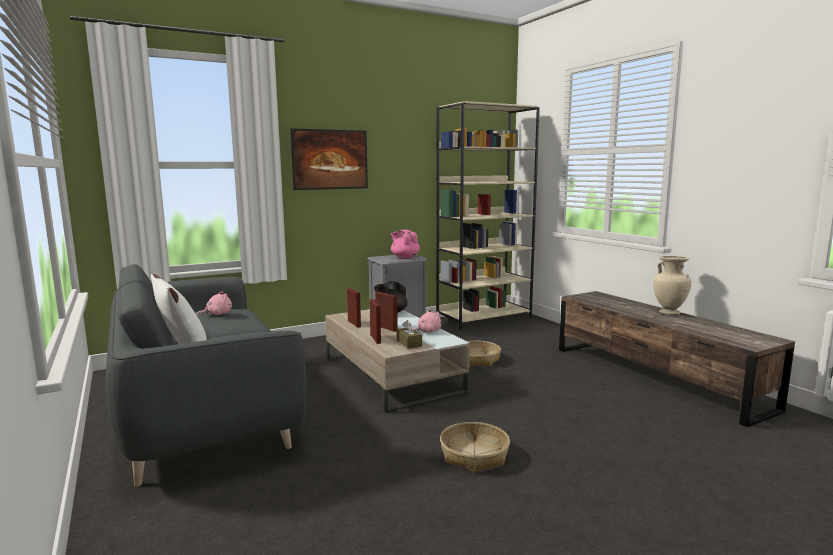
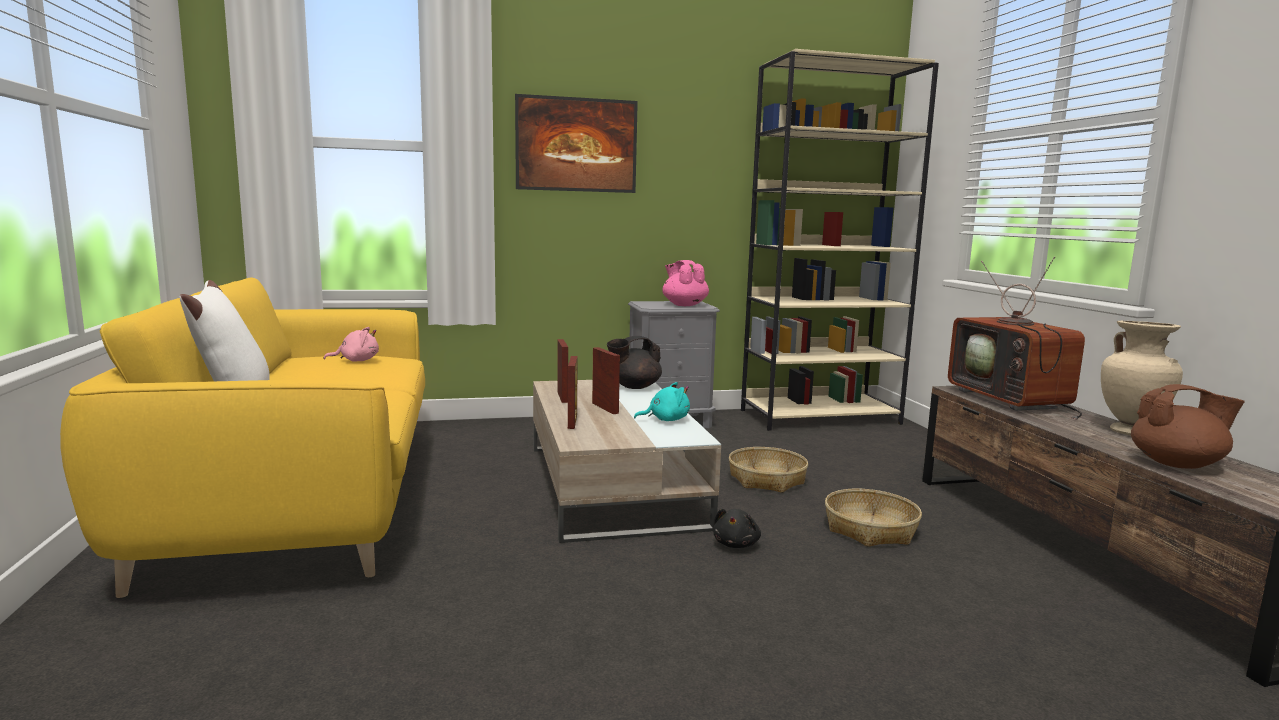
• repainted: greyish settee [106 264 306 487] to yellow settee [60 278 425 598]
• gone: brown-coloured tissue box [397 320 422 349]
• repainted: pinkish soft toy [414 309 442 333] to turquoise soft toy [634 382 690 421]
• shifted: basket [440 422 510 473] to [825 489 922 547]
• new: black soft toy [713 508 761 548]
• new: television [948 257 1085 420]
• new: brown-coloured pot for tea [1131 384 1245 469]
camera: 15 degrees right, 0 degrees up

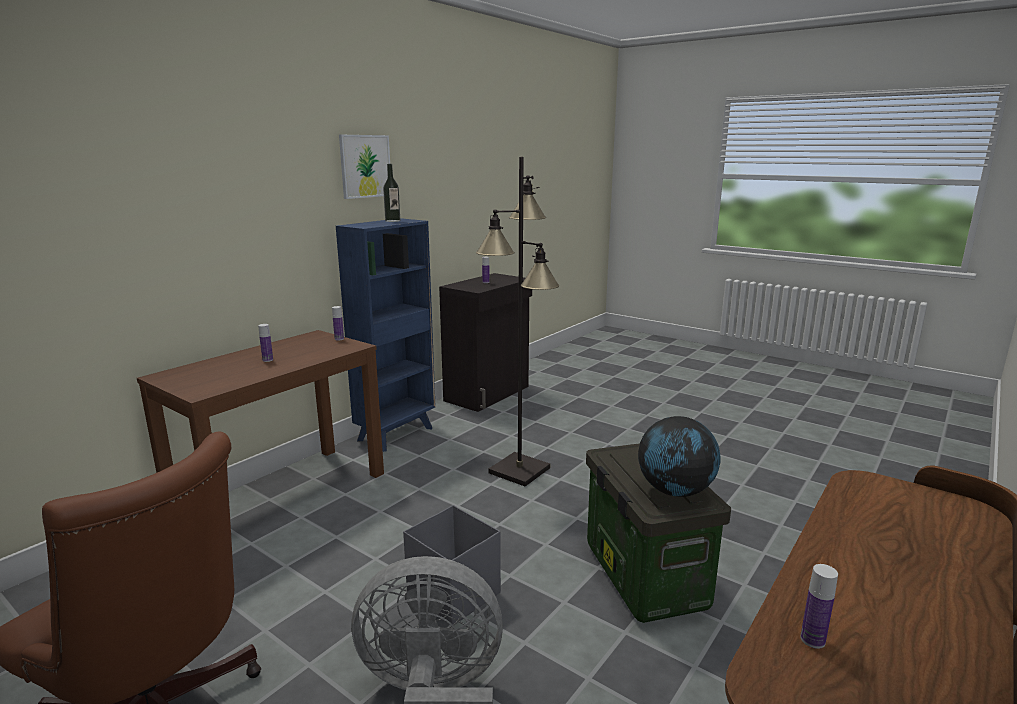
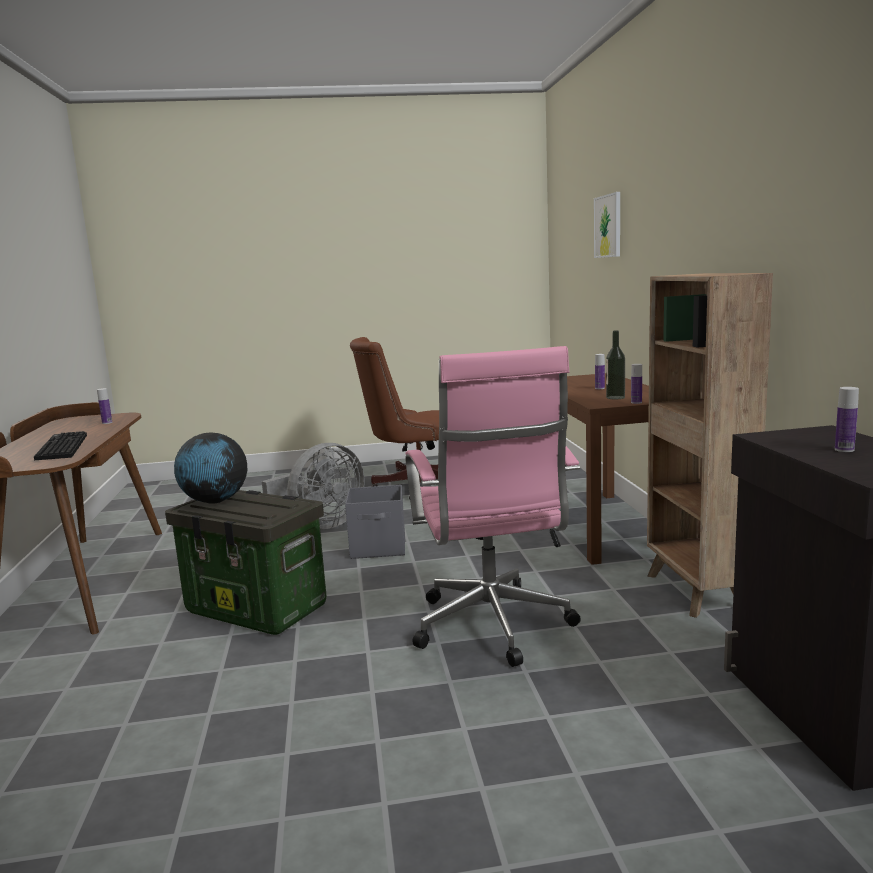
• repainted: blue-coloured bookcase [336 218 436 452] to brown-coloured bookcase [647 273 773 618]
• shifted: picture [339 135 390 199] to [594 192 620 258]
• shifted: drink bottle [383 164 400 222] to [606 330 625 399]
• swapped: black standing lamp [476 157 560 486] to pinkish office chair [405 346 581 667]
• new: PC keyboard [34 431 87 460]
camera: 135 degrees right, 5 degrees down

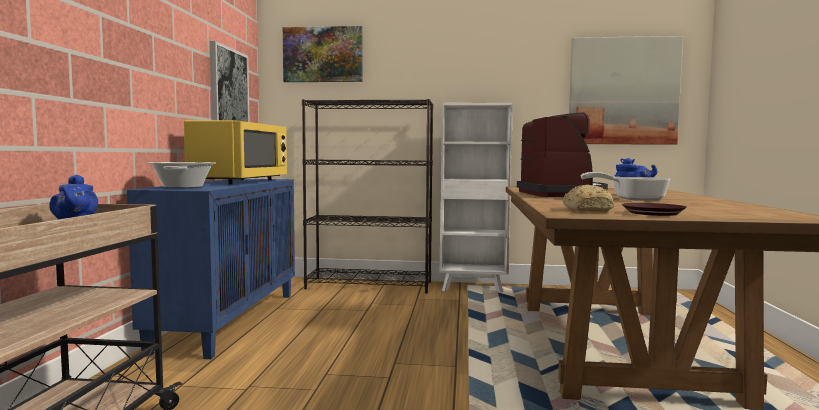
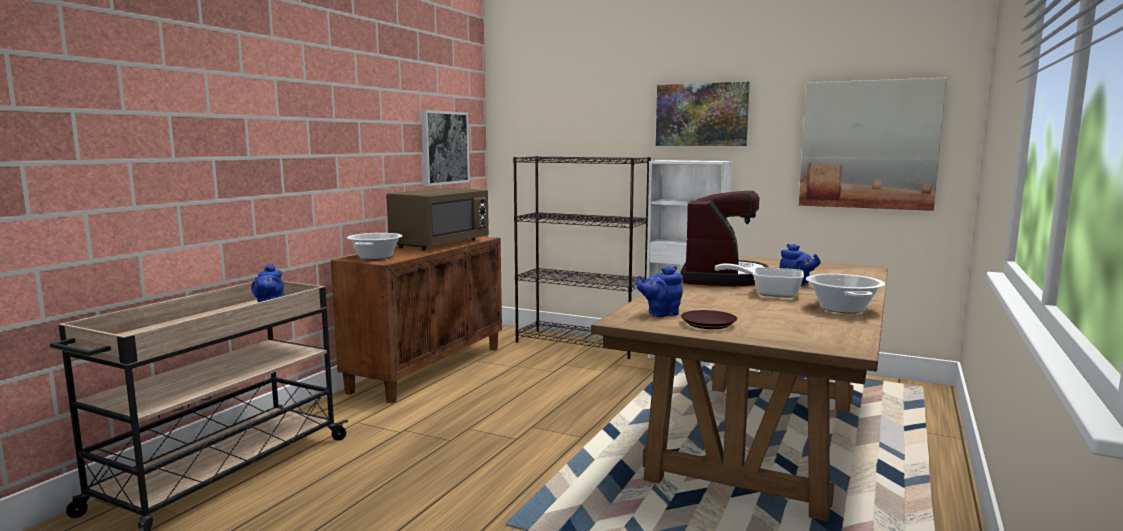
• repainted: blue-coloured storage cabinet [127 179 295 359] to brown-coloured storage cabinet [331 236 502 403]
• repainted: yellow kitchen microwave [184 120 287 184] to brown-coloured kitchen microwave [386 188 489 251]
• shifted: picture [283 26 363 82] to [656 81 750 146]
• swapped: baked bread [562 184 614 212] to blue-coloured pot for tea [636 266 683 317]
• new: cooking pot [806 274 885 313]
camera: 20 degrees right, 5 degrees up

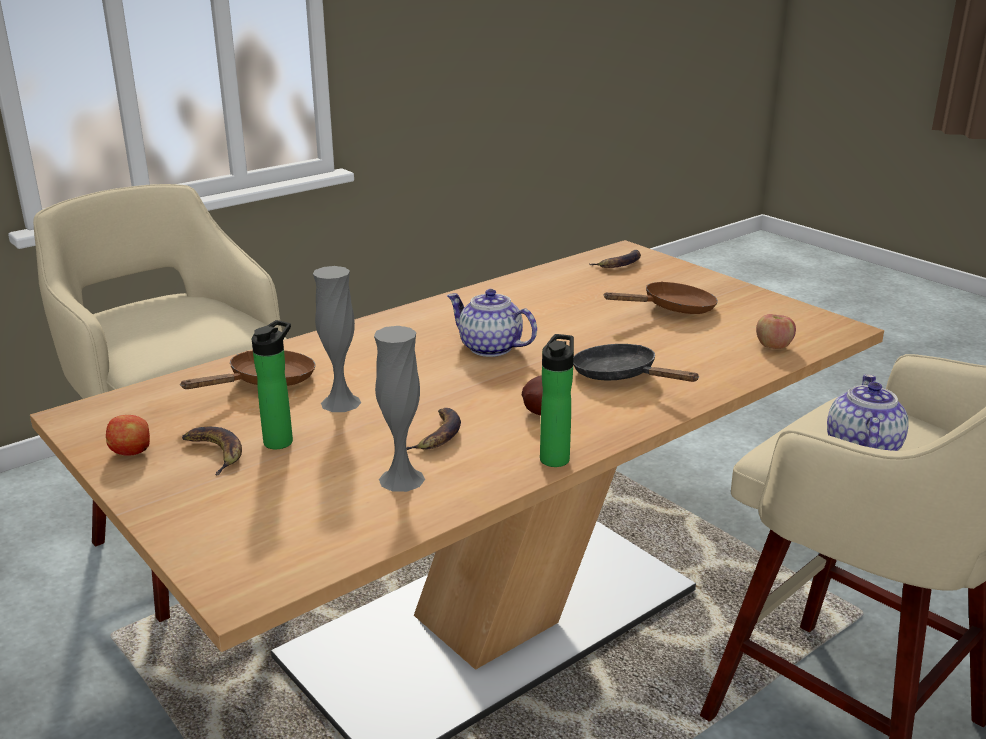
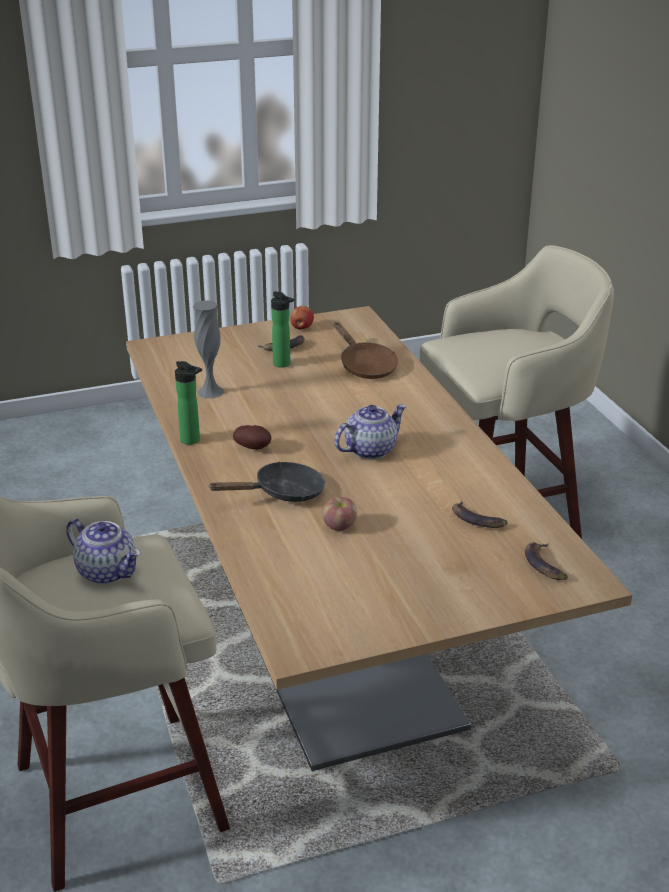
• gone: greyish flower vase [313 266 361 412]
• shifted: banana [406 408 461 450] to [452 501 508 528]
• gone: brown-coloured frying pan [603 281 718 314]
• shifted: whole apple [756 314 796 349] to [322 497 357 531]
camera: 110 degrees right, 5 degrees up

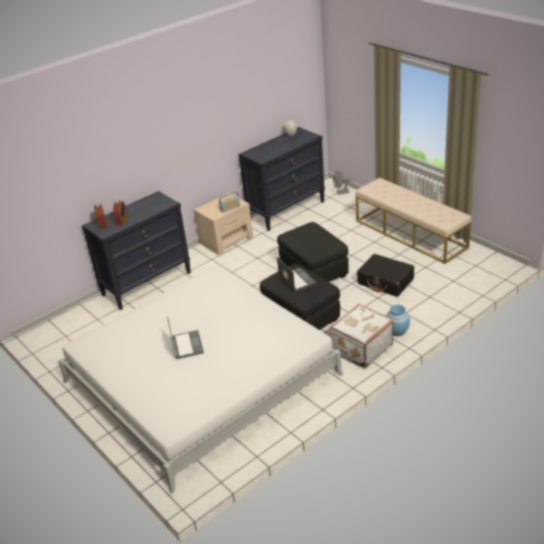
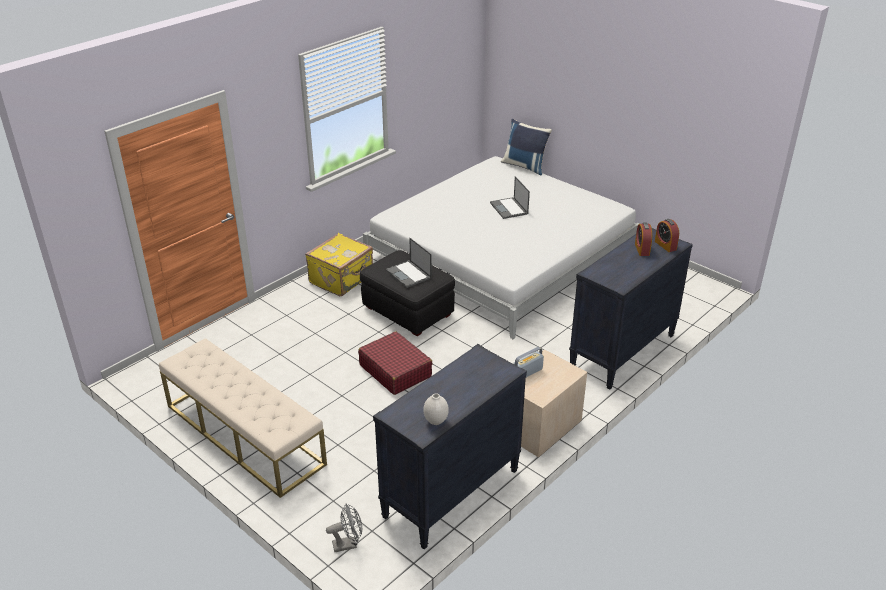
• swapped: black pouffe [277 222 349 282] to red suitcase [358 331 433 395]
• repainted: white suitcase [330 304 394 369] to yellow suitcase [305 233 373 296]
• gone: black suitcase [357 254 414 297]
• gone: blue-coloured flower vase [386 305 410 336]
• new: blue-coloured pillow [501 119 552 175]
camera: 170 degrees right, 0 degrees up

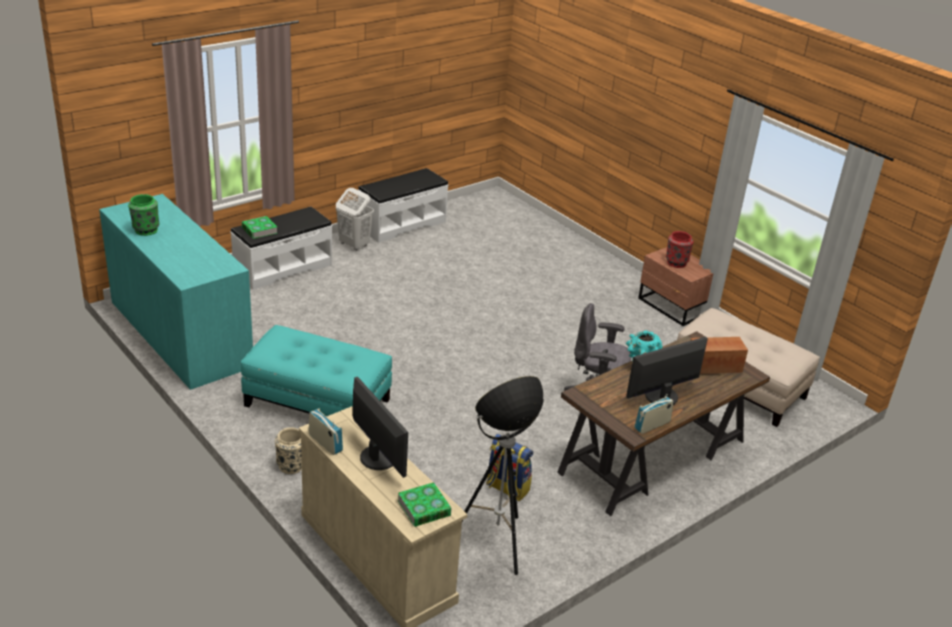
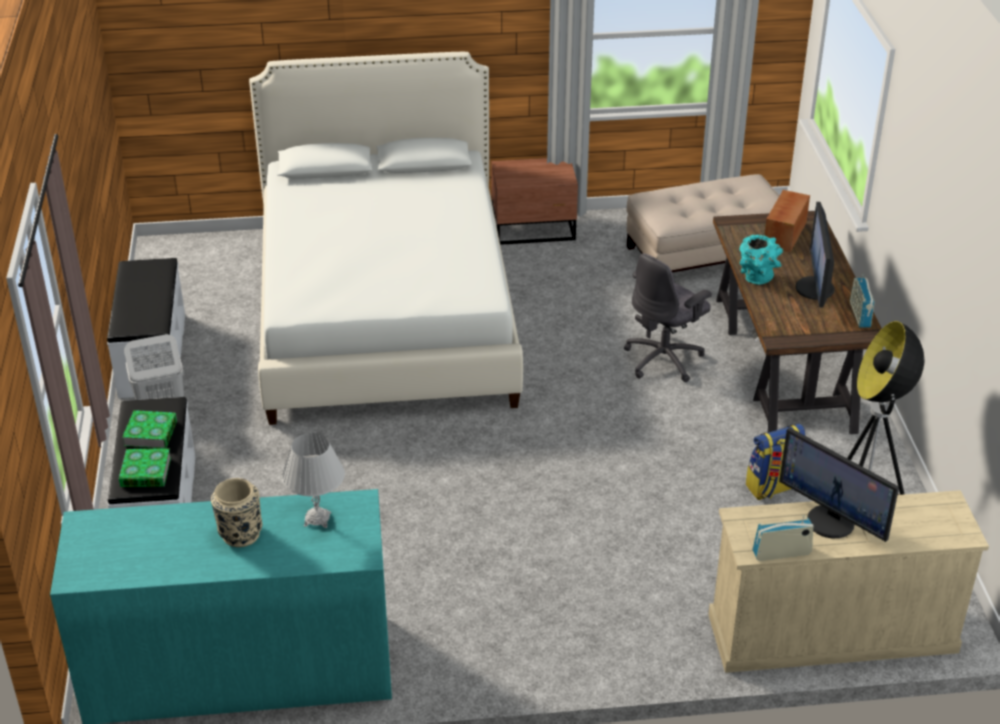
• gone: green flower vase [128 194 159 236]
• gone: turquoise pouffe [241 325 392 416]
• shifted: sand-coloured flower vase [275 427 302 474] to [211 478 263 547]
• rotated: computer screen [353 377 408 478] = [779 427 899 542] 135 degrees counterclockwise
• shifted: bound book [398 482 451 527] to [122 410 177 448]
• gone: red flower vase [666 231 694 268]
• new: white bedroom bed [249 52 523 425]
• new: white tabletop lamp [282 433 345 528]
camera: 55 degrees left, 5 degrees up

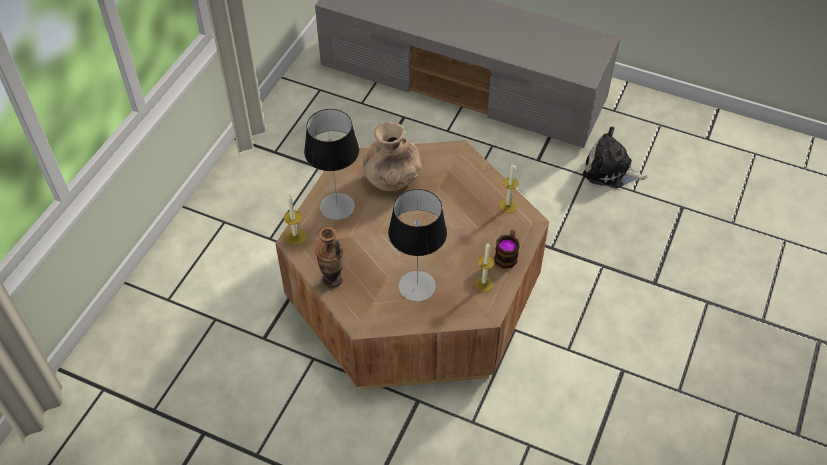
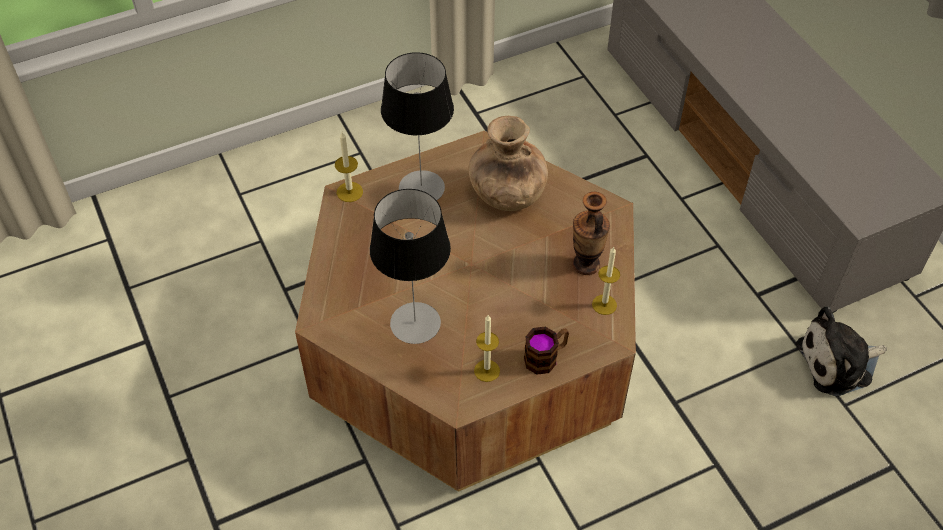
• shifted: flower vase [315 227 343 288] to [572 192 610 275]
• rotated: soft toy [583 127 648 189] = [796 306 886 396] 75 degrees counterclockwise
camera: 40 degrees right, 0 degrees up

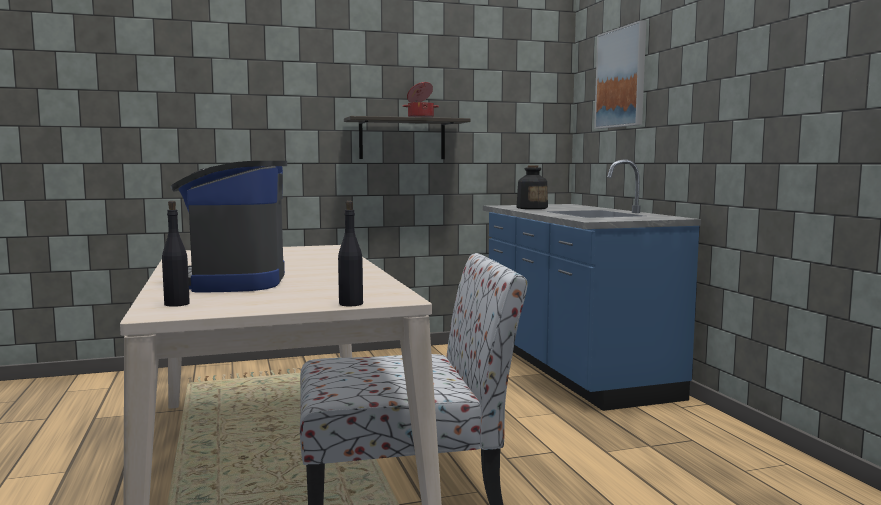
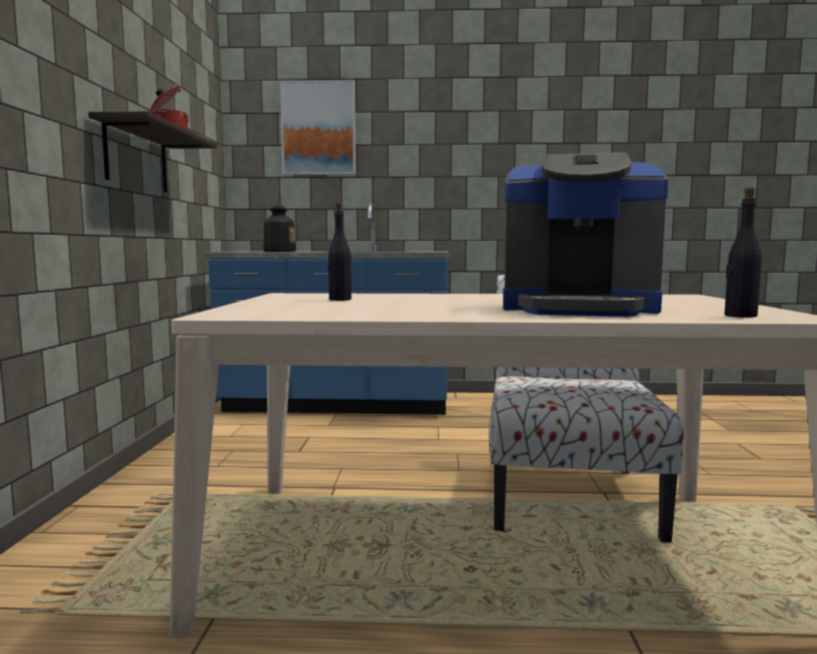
• shifted: black drink bottle [338 201 363 306] to [328 202 351 301]
camera: 70 degrees left, 0 degrees up

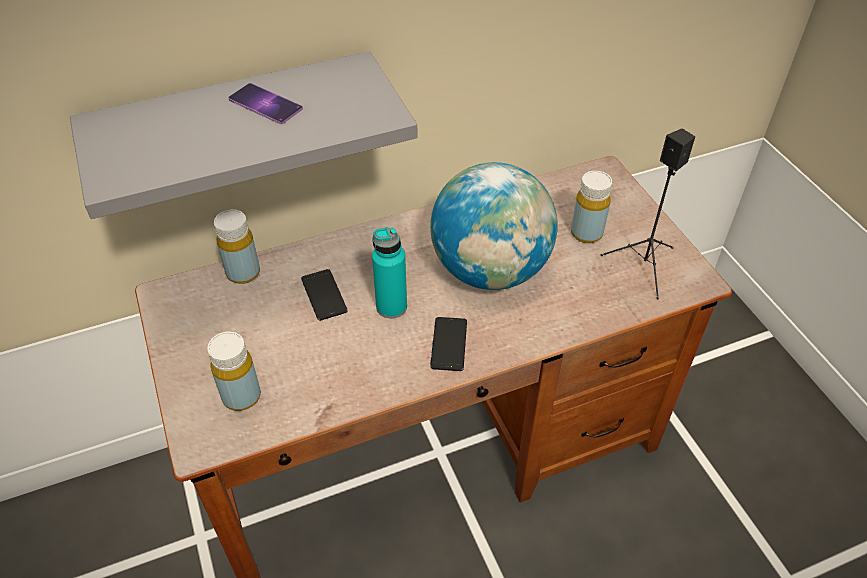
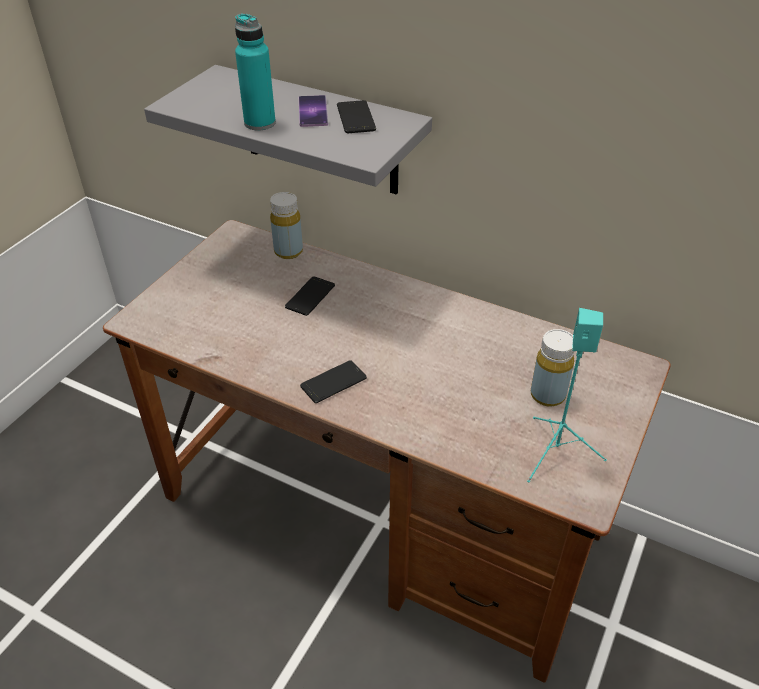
• gone: yellow drink bottle [207 332 261 411]
• shifted: turquoise drink bottle [372 227 407 318] to [235 13 276 131]
• gone: desk globe [430 162 558 290]
• repainted: black speaker [601 128 695 299] to turquoise speaker [527 308 607 482]
• new: telephone [337 100 376 133]
camera: 50 degrees right, 5 degrees down

